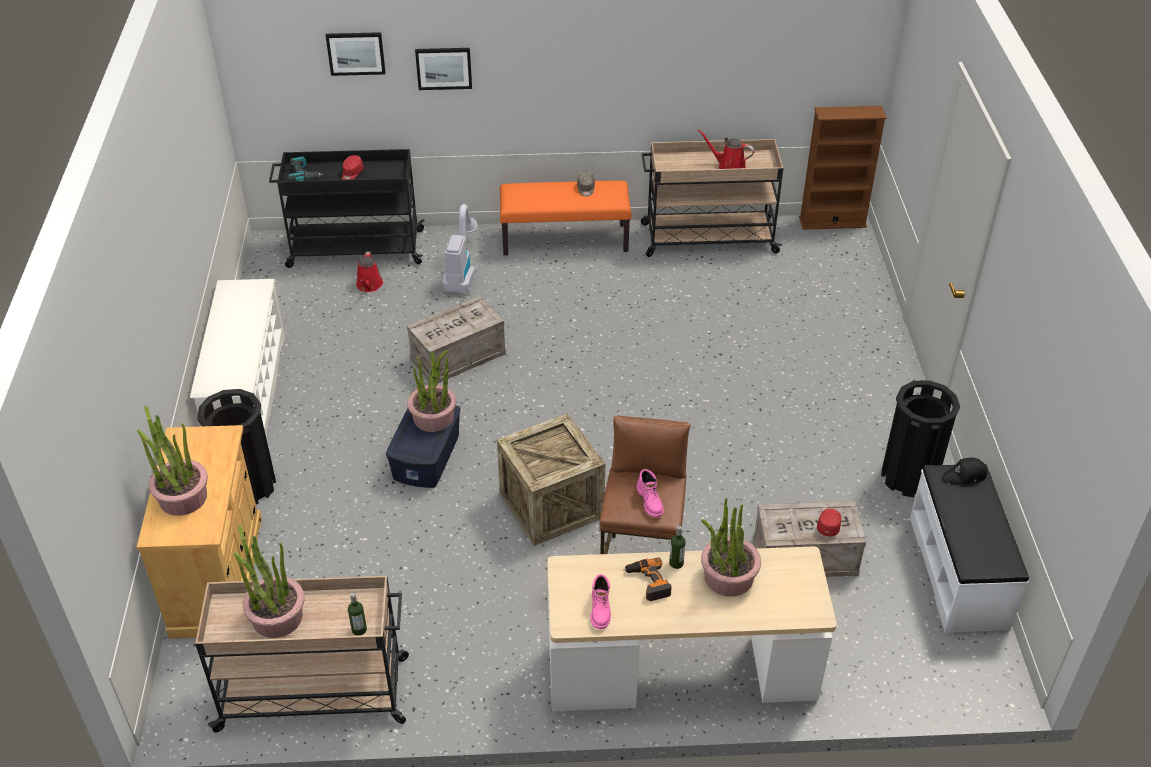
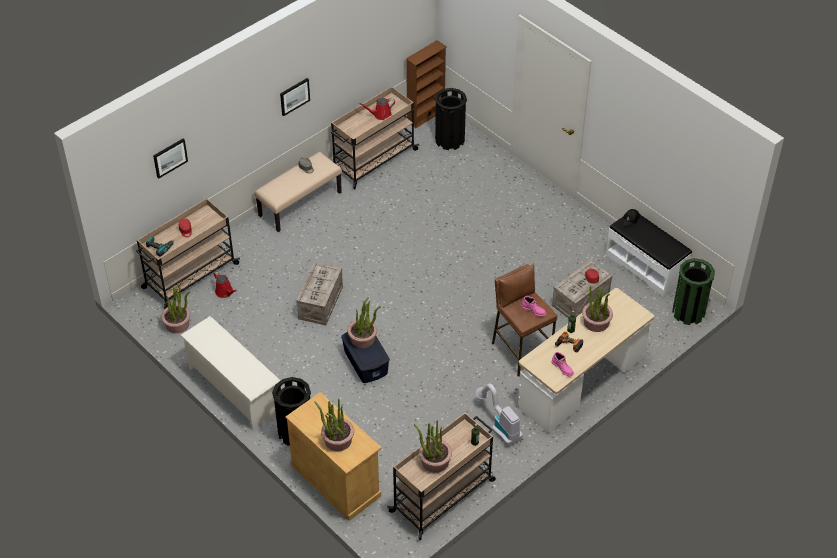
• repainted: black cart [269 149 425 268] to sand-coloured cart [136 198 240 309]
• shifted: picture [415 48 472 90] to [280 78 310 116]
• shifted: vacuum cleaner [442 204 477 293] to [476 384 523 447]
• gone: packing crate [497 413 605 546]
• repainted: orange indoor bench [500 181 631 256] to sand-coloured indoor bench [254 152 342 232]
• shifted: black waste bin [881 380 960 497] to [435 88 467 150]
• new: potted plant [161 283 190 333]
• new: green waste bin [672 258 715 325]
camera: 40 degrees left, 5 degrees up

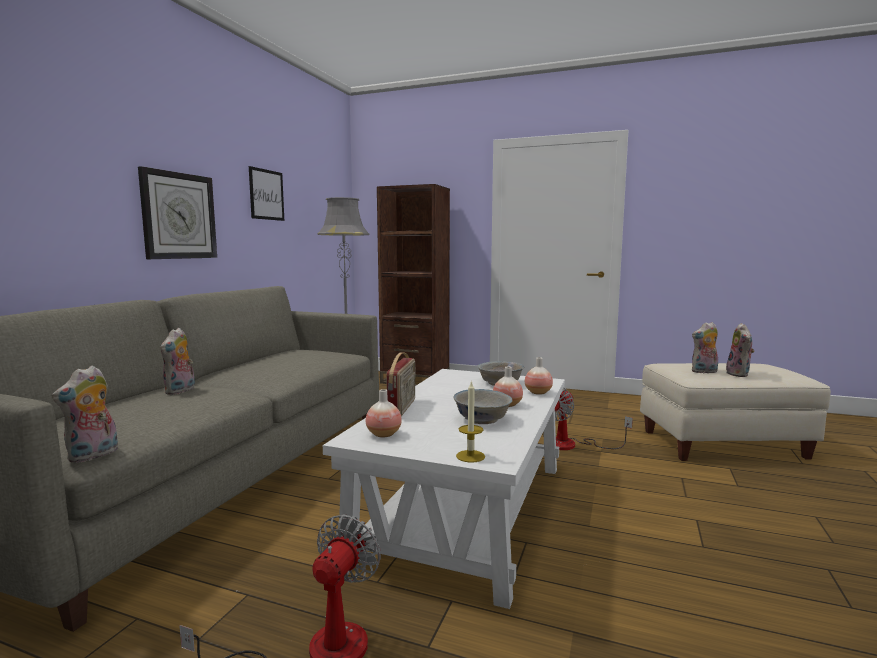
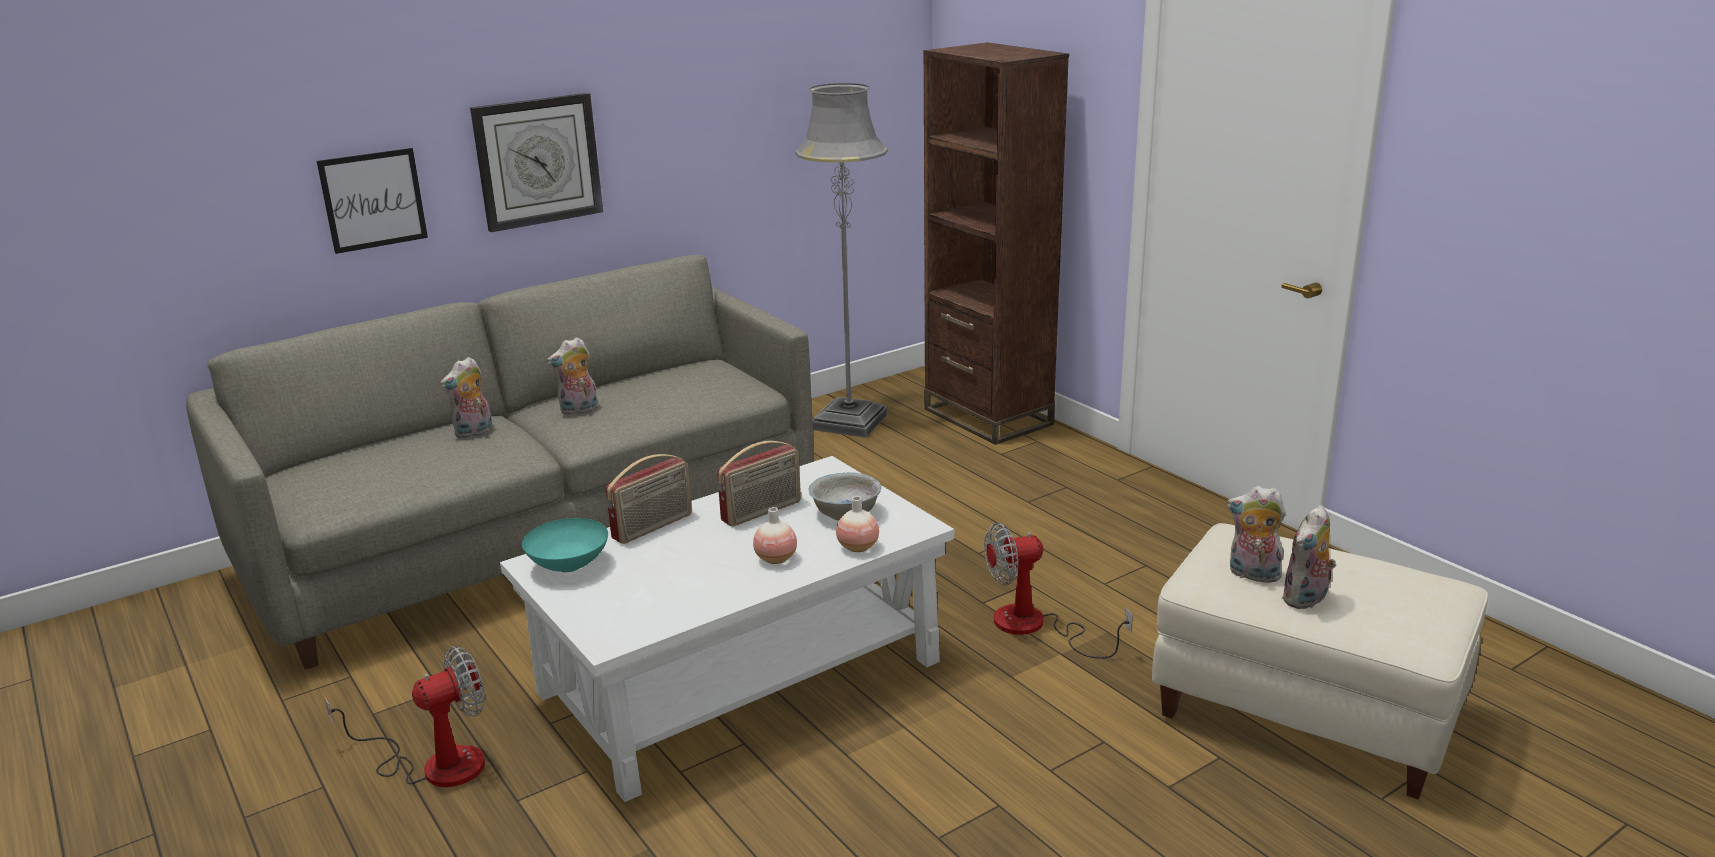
• shifted: soft toy [52 366 118 463] to [547 337 598 415]
• shifted: picture [249 166 284 221] to [317 148 428 254]
• swapped: flower vase [366 389 402 437] to turquoise deep dish [522 518 608 572]
• gone: white deep dish [454 389 512 424]
• gone: wax light [456 380 485 462]
• new: radio set [717 441 801 527]
camera: 35 degrees right, 15 degrees up

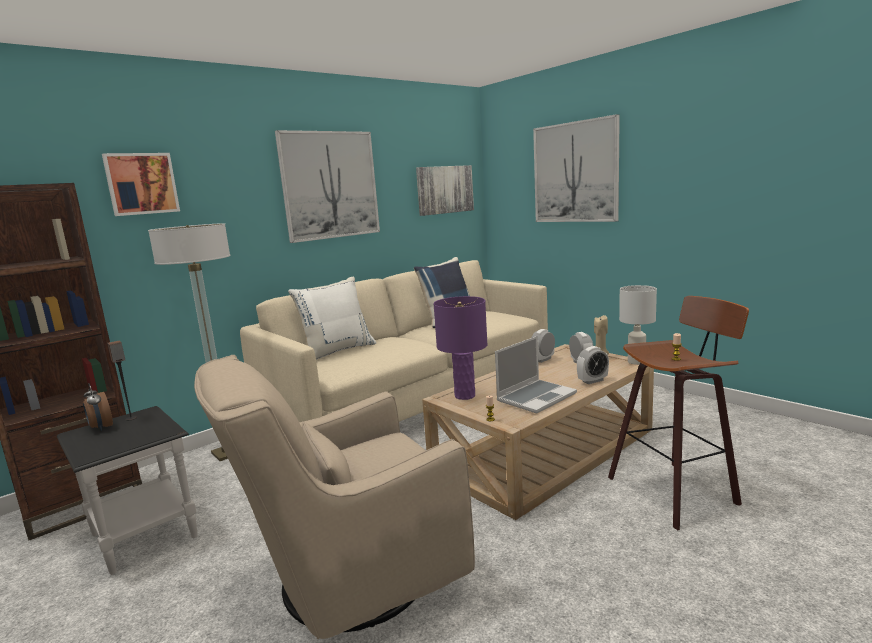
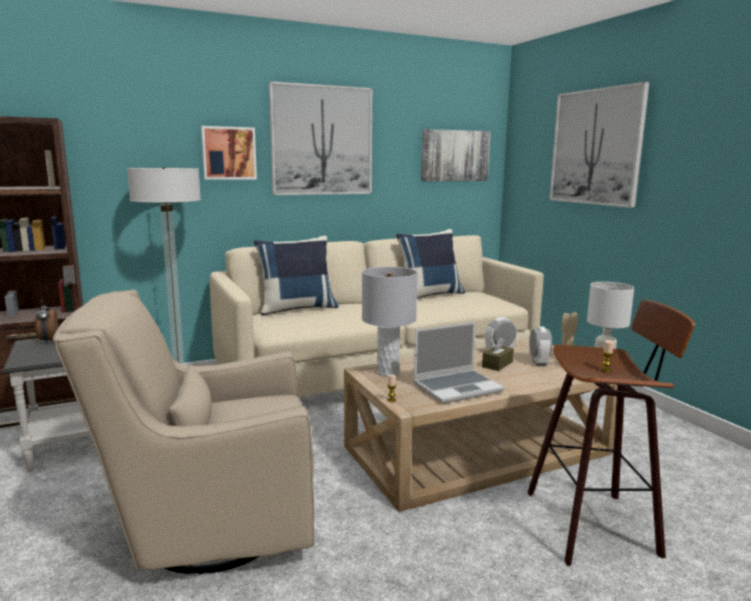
• shifted: picture [102 153 180 216] to [201 126 257 180]
• repainted: white pillow [288 277 376 360] to blue-coloured pillow [254 236 339 316]
• repainted: purplish tabletop lamp [433 296 488 400] to greyish tabletop lamp [362 267 418 377]
• gone: table clock [577 346 609 384]
• new: brown-coloured tissue box [482 337 514 371]
camera: 15 degrees right, 0 degrees up

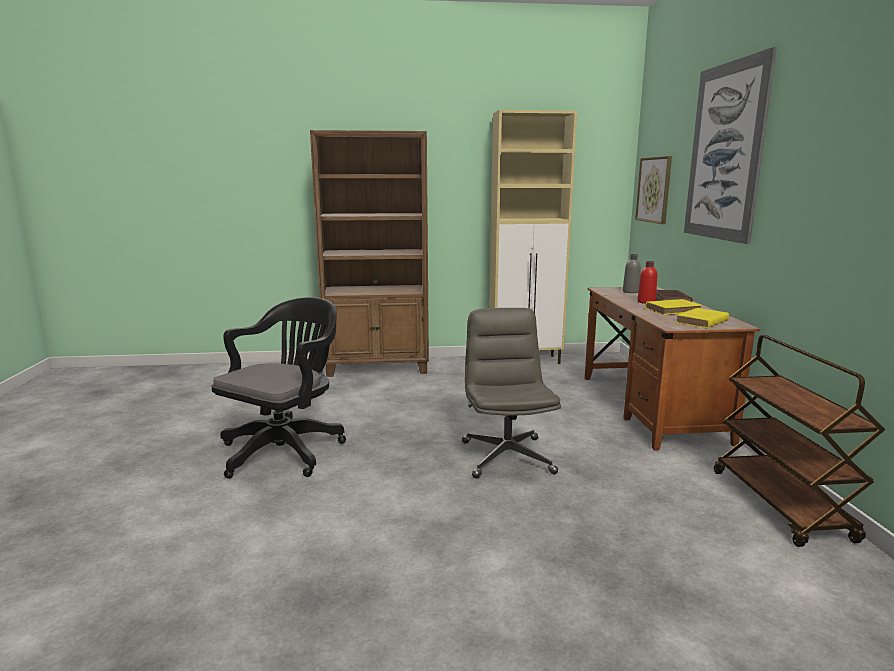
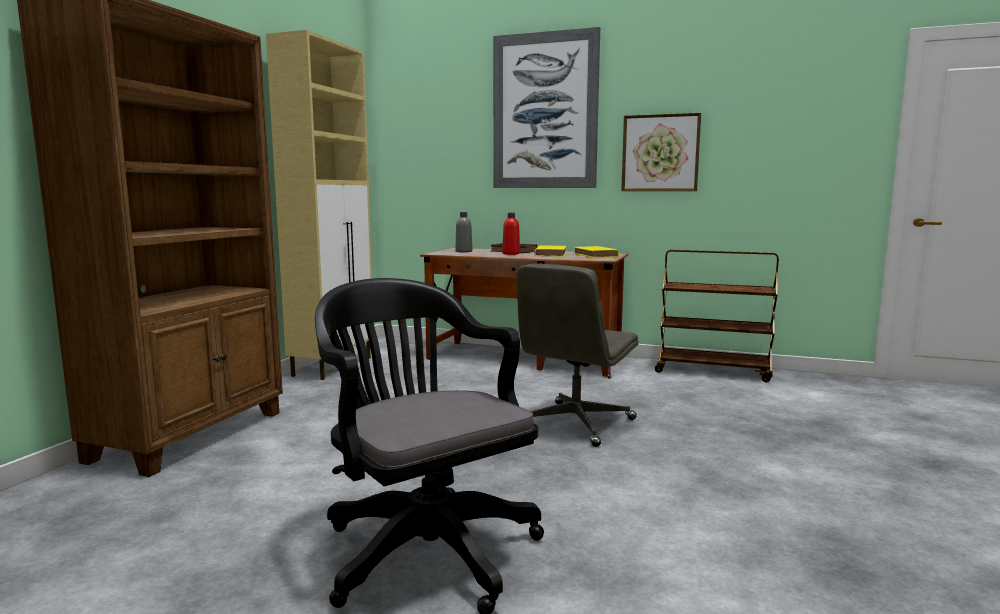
• rotated: greyish office chair [462 308 561 479] = [517 263 639 447] 75 degrees counterclockwise
• shifted: picture [635 156 672 224] to [621 113 701 191]
camera: 65 degrees left, 5 degrees down

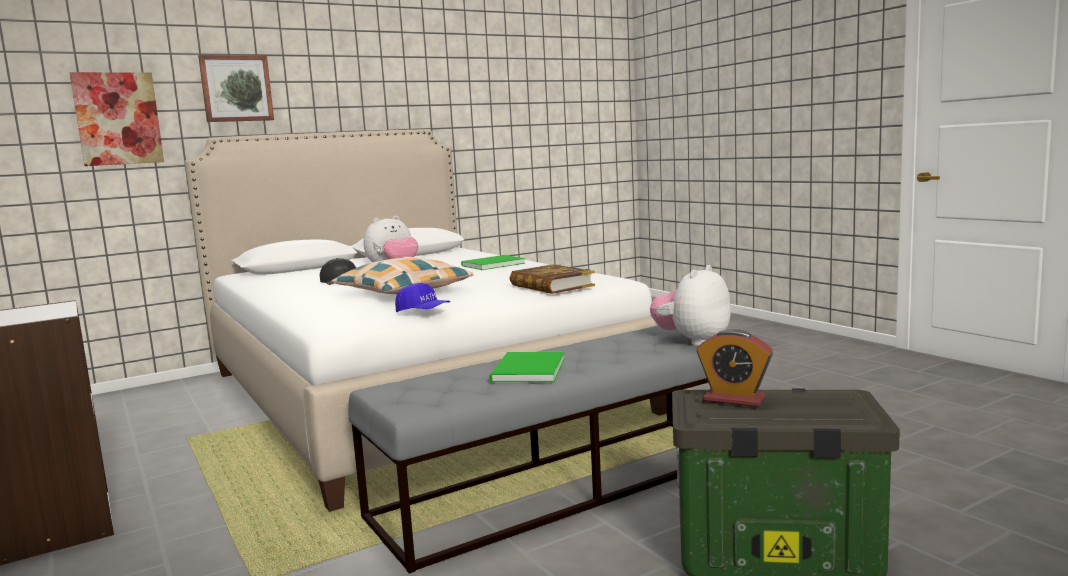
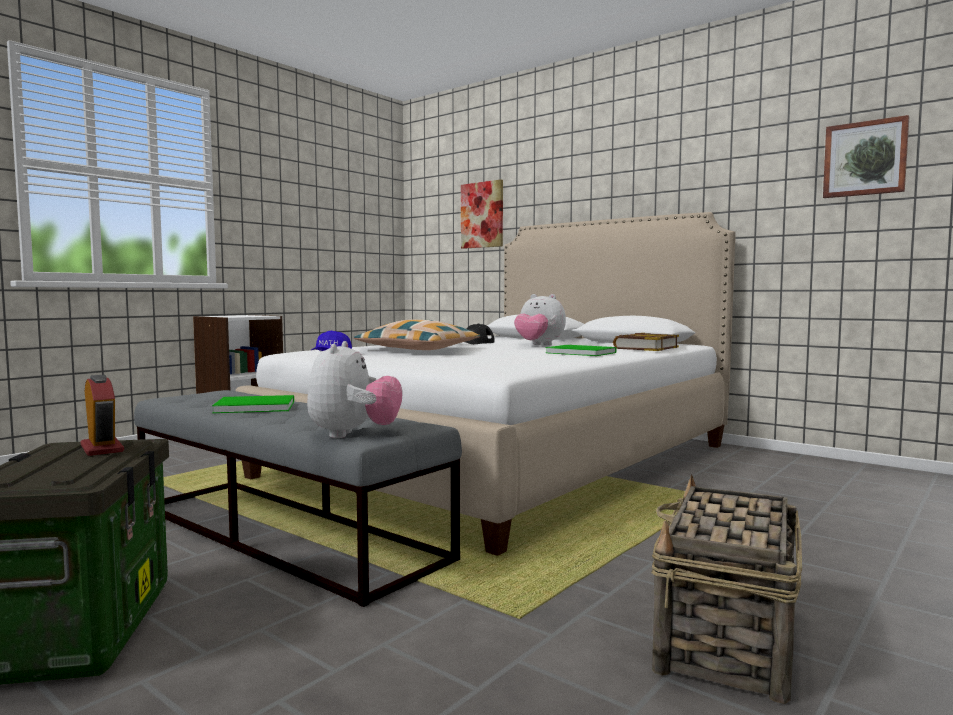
• shifted: picture [198 55 274 122] to [823 115 909 198]
• shifted: bound book [510 264 595 294] to [613 333 679 351]
• rotated: soft toy [650 265 731 346] = [307 341 402 438] 75 degrees clockwise
• rotated: table clock [697 329 773 407] = [80 375 124 456] 135 degrees clockwise
• new: basket [651 474 802 704]
camera: 70 degrees right, 5 degrees down

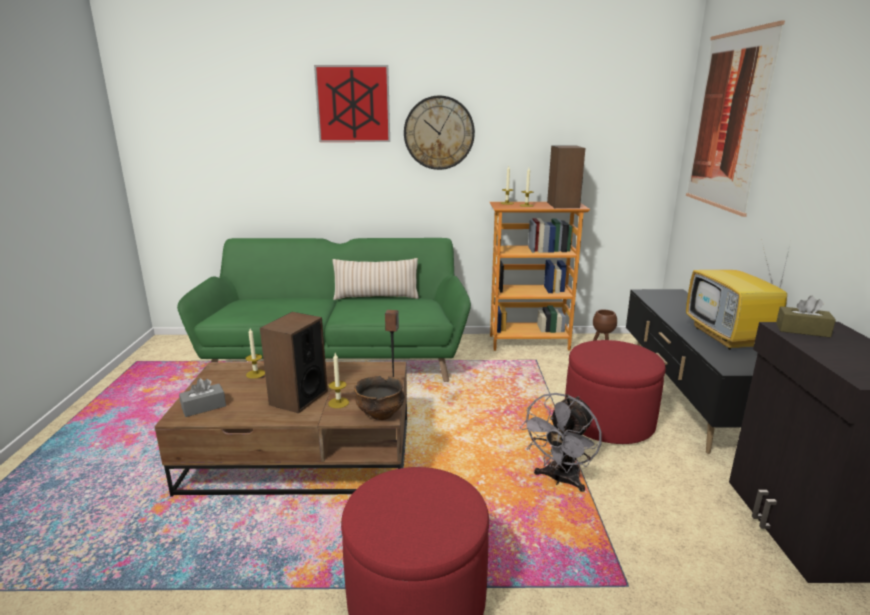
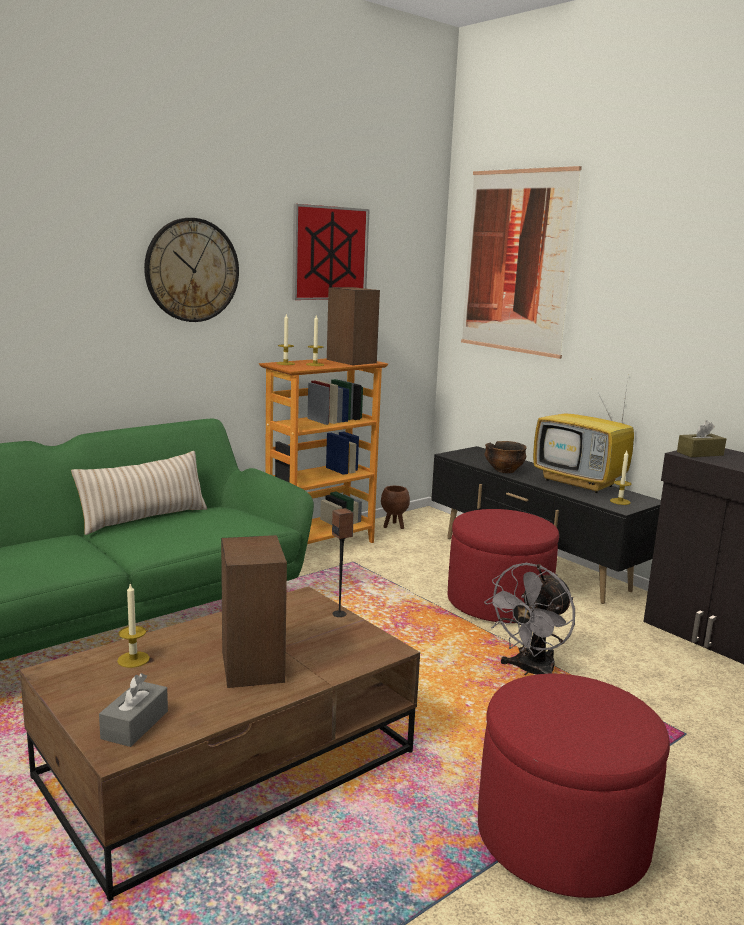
• shifted: picture [314 65 390 142] to [292 204 370 300]
• shifted: wax light [328 353 349 408] to [610 451 631 505]
• shifted: deep dish [354 376 405 420] to [485 441 527 473]
• rotated: greyish fan [520 393 601 492] = [484 563 575 675] 45 degrees clockwise
camera: 40 degrees left, 5 degrees down

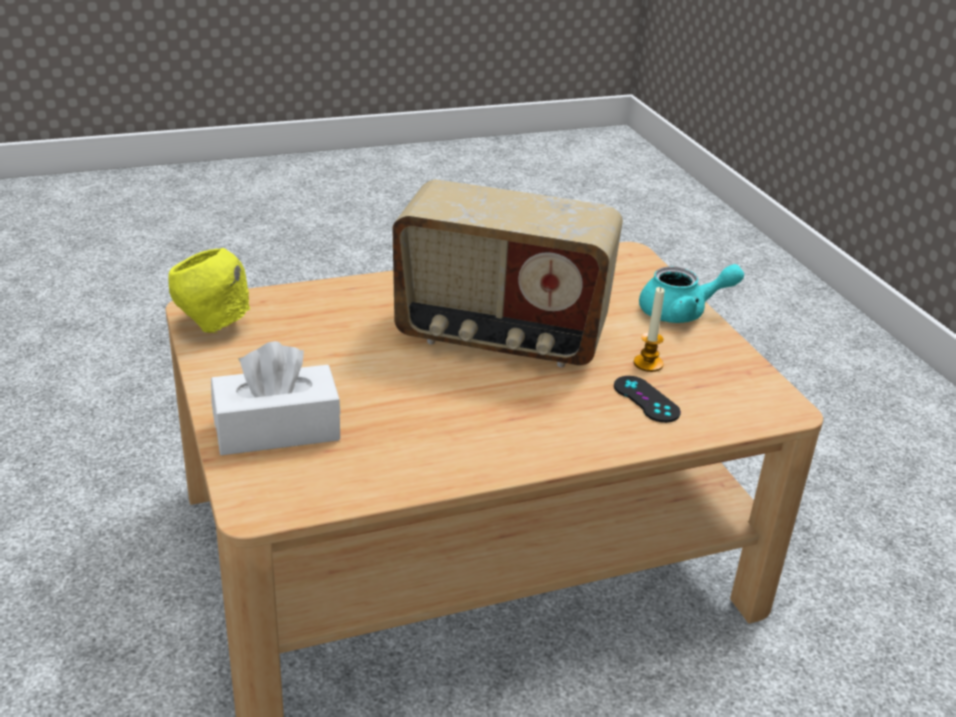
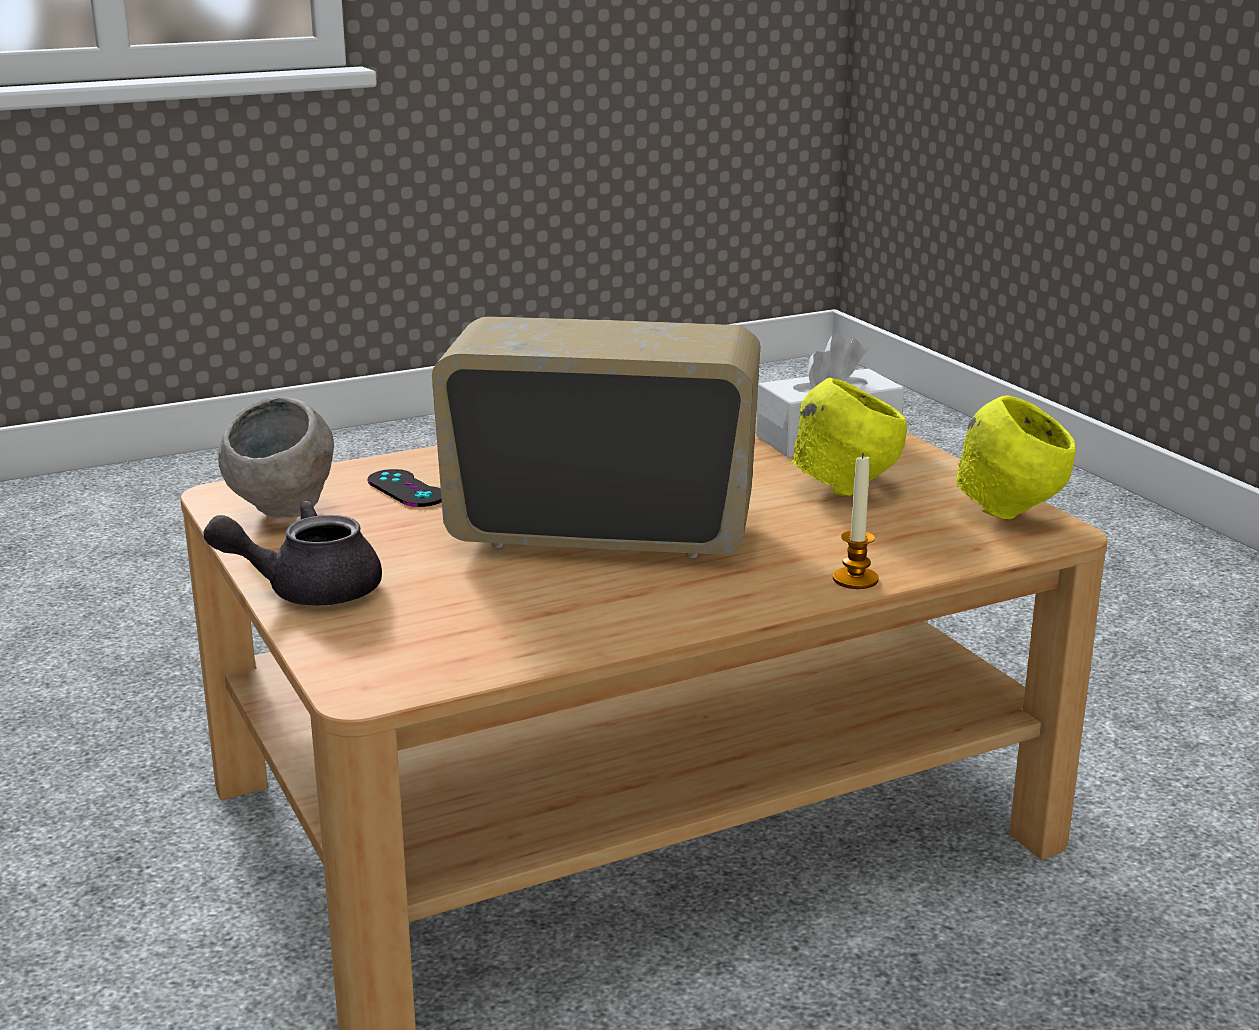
• shifted: wax light [634 287 664 372] to [833 454 879 589]
• repainted: turquoise pot for tea [639 264 744 323] to greyish pot for tea [203 501 382 606]
• new: greyish deep dish [218 397 334 518]
• new: yellow deep dish [791 378 907 496]
camera: 175 degrees right, 10 degrees down

